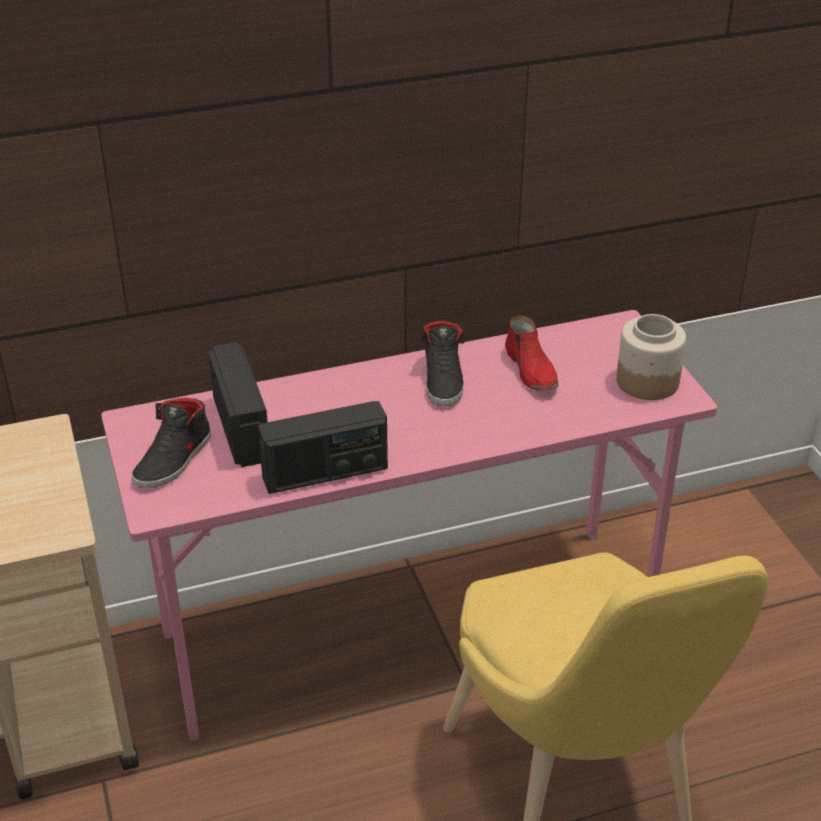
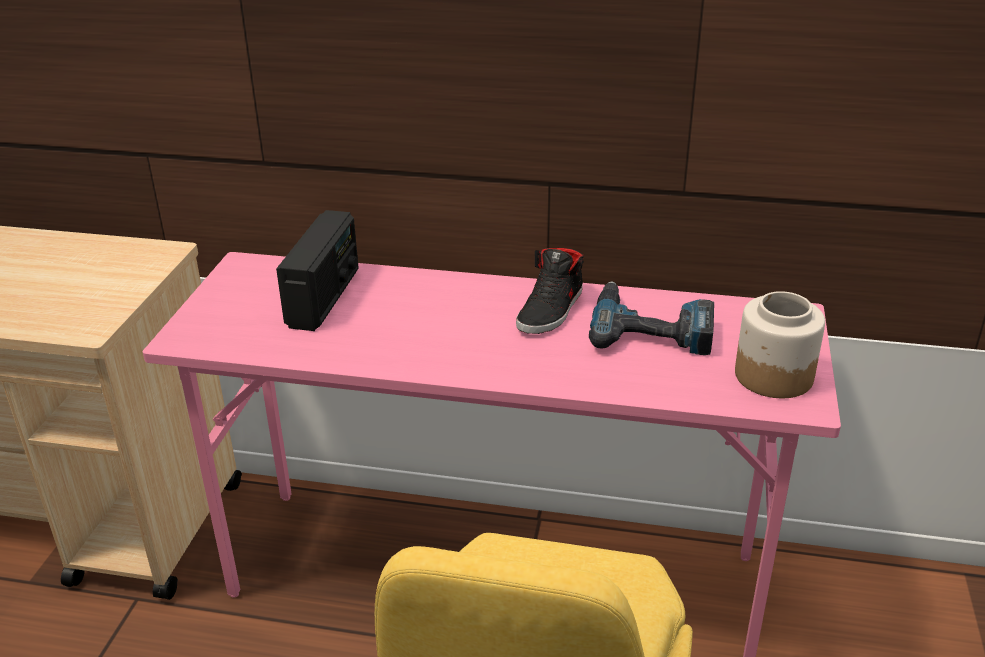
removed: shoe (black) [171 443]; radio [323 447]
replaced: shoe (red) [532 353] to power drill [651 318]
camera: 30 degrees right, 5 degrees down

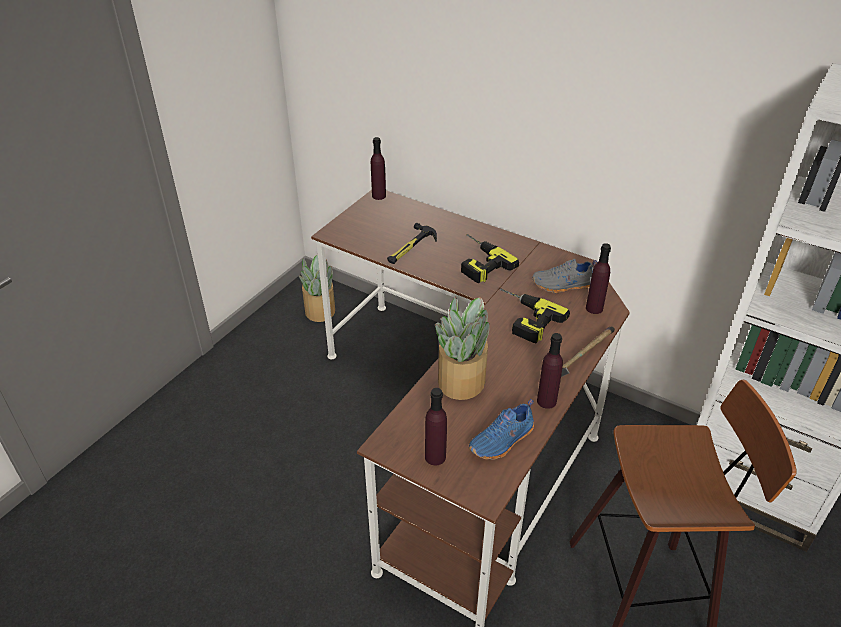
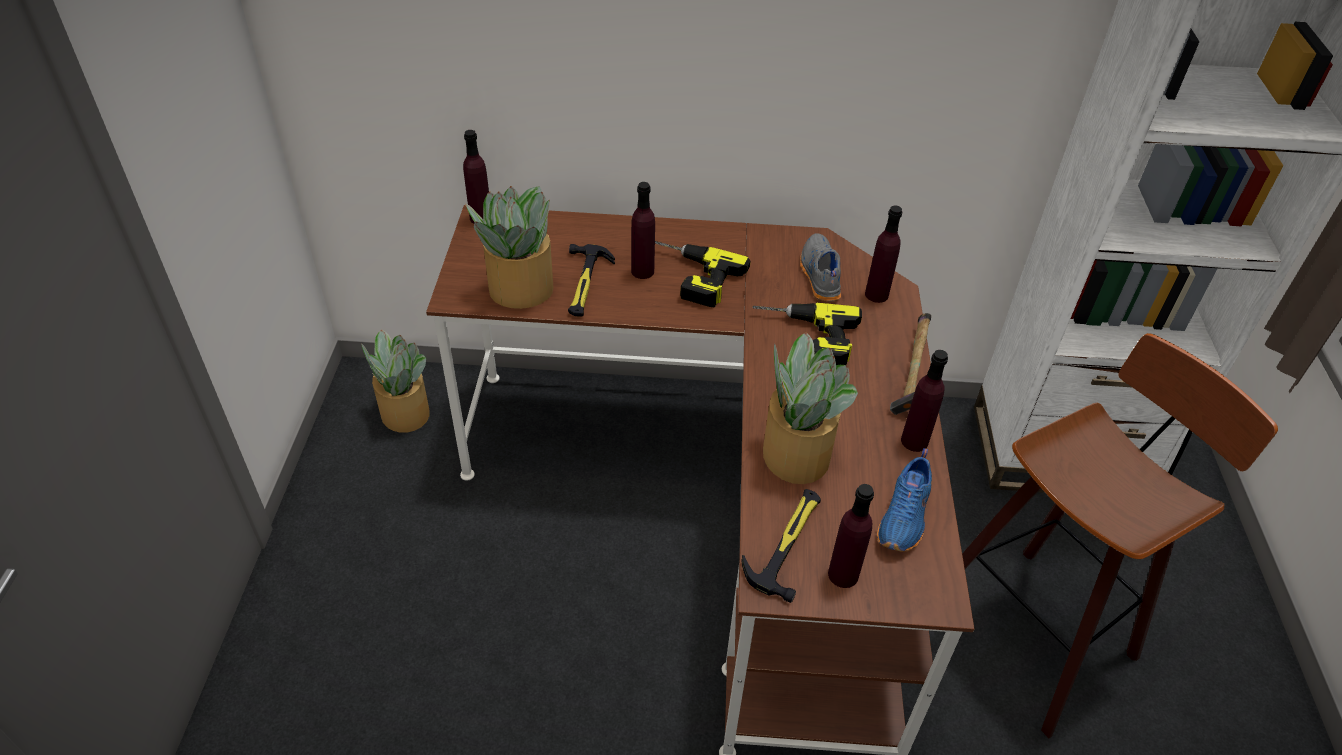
added: potted plant [509 247]; bottle (purple) [643 230]; hammer [781 546]
turned: shoe (grey) [564 276] = [820 267] 120 degrees clockwise
camera: 30 degrees left, 5 degrees up

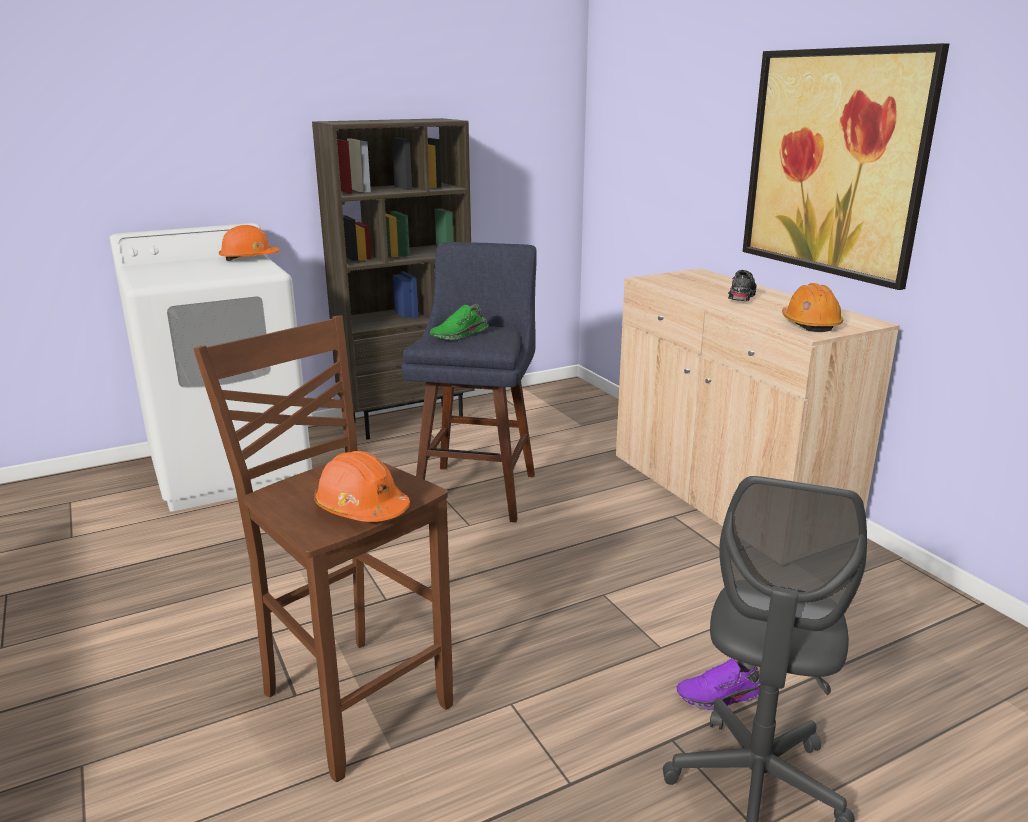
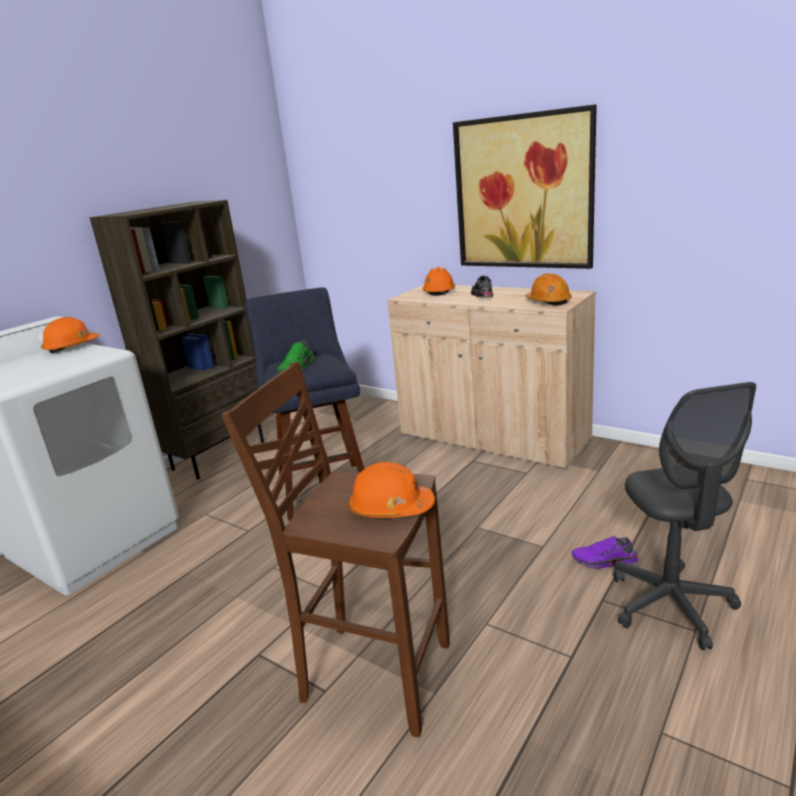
added: hard hat (orange) [439 281]
turned: shoe (purple) [718 684] = [605 552] 45 degrees clockwise
camera: 25 degrees left, 0 degrees up

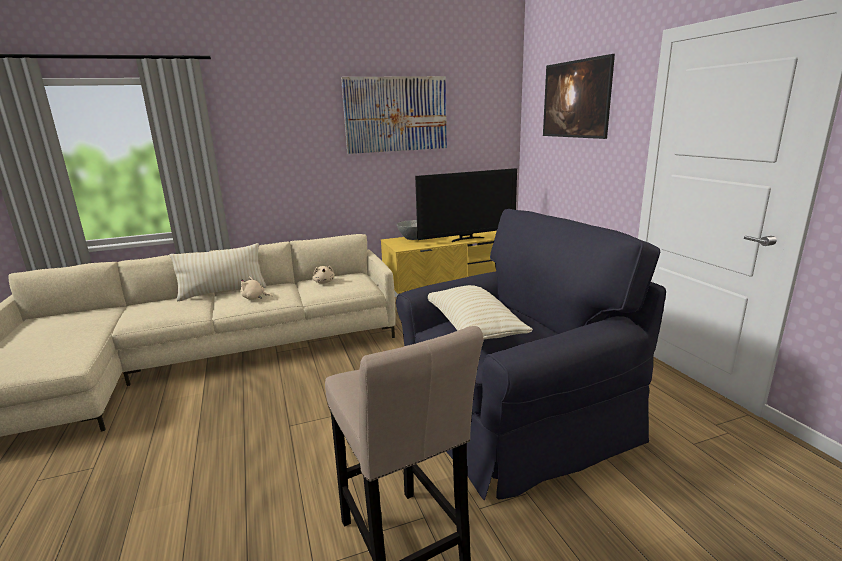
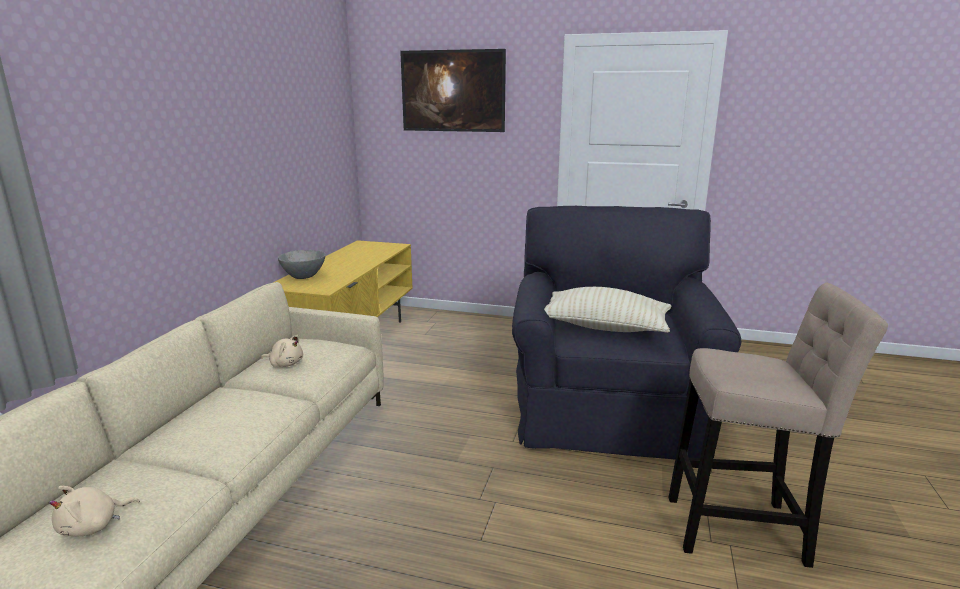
removed: pillow (beige) [218 272]; picture [394 115]; television [466 205]
moved: plush toy (beige) [256 288] to [94 511]
camera: 55 degrees left, 0 degrees up

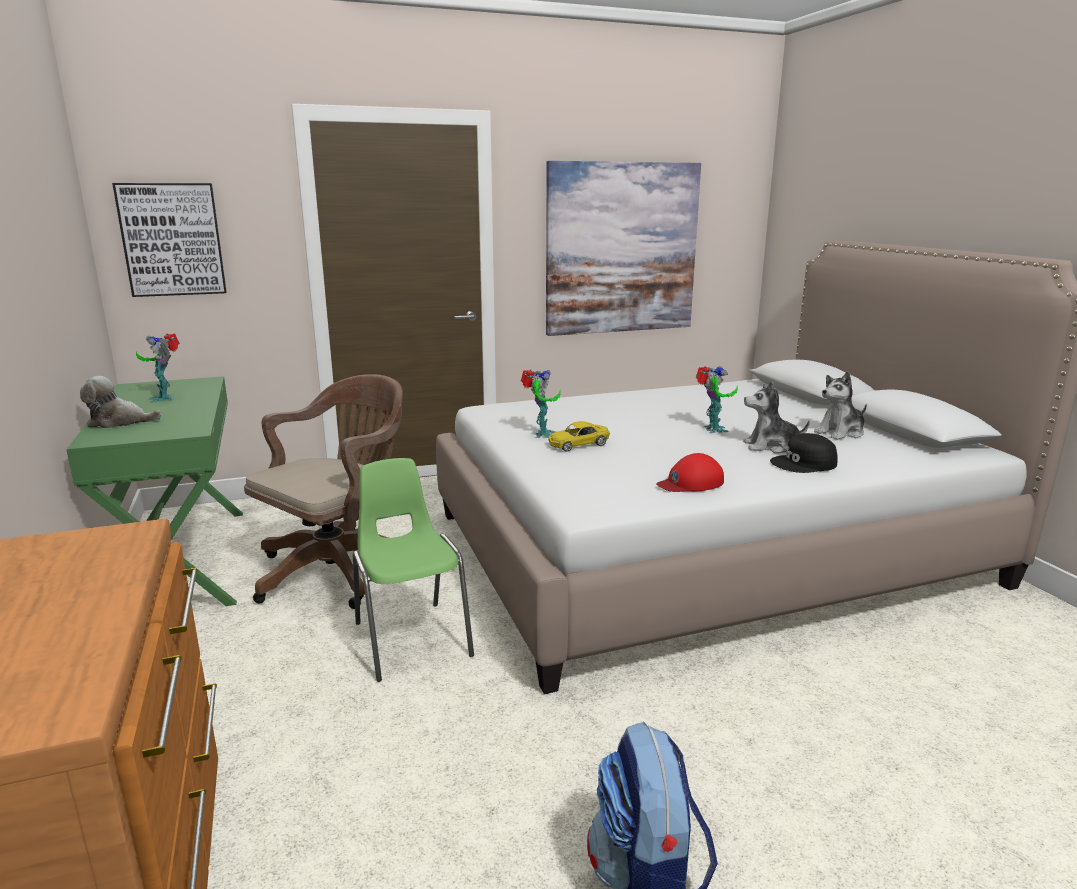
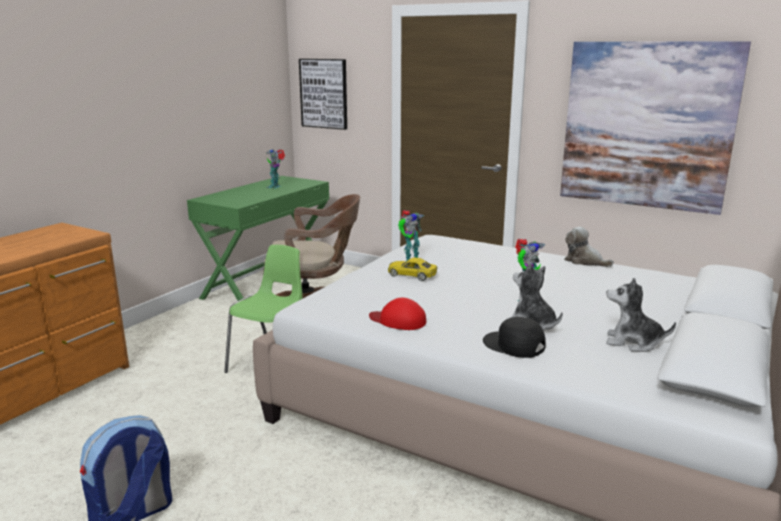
moved: plush toy [121 402] to [589 247]
camera: 50 degrees right, 0 degrees up

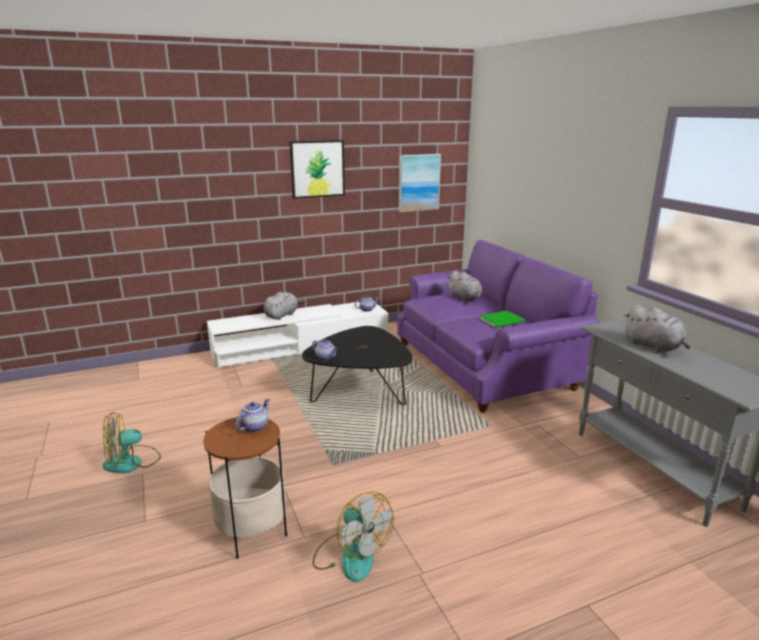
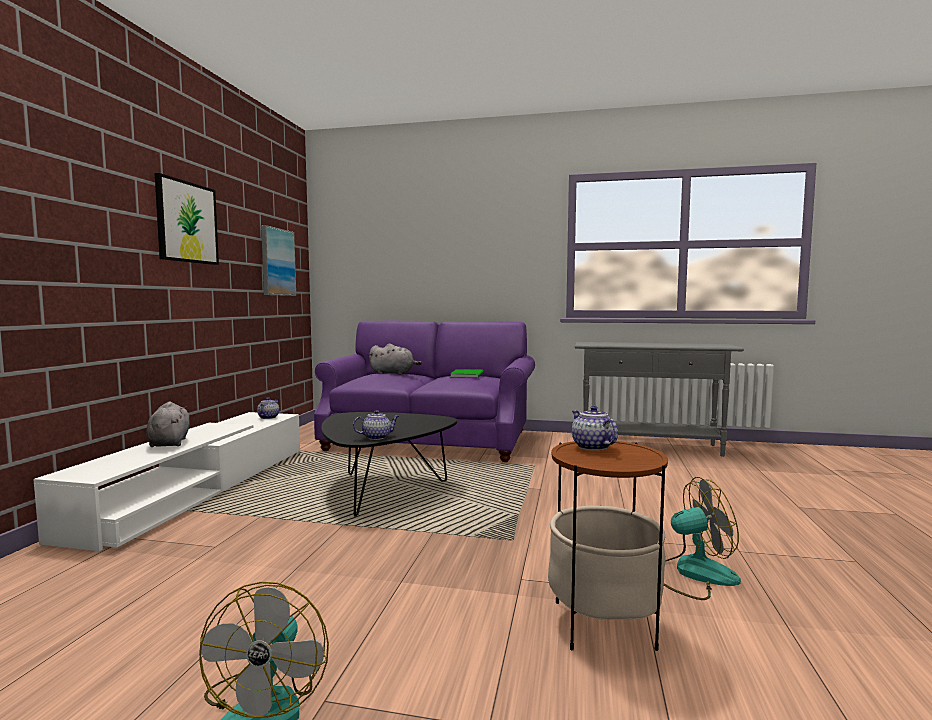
removed: plush toy (grey) [657 328]
camera: 55 degrees left, 15 degrees down

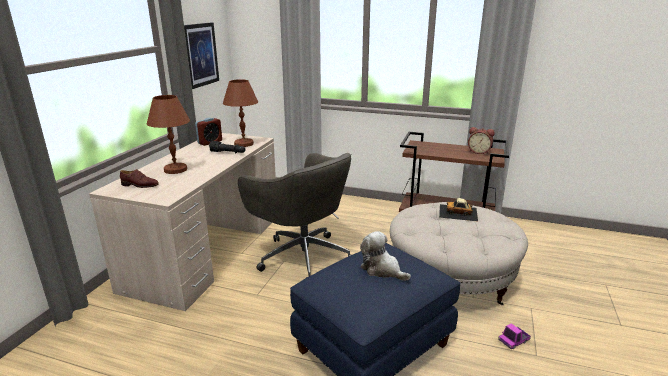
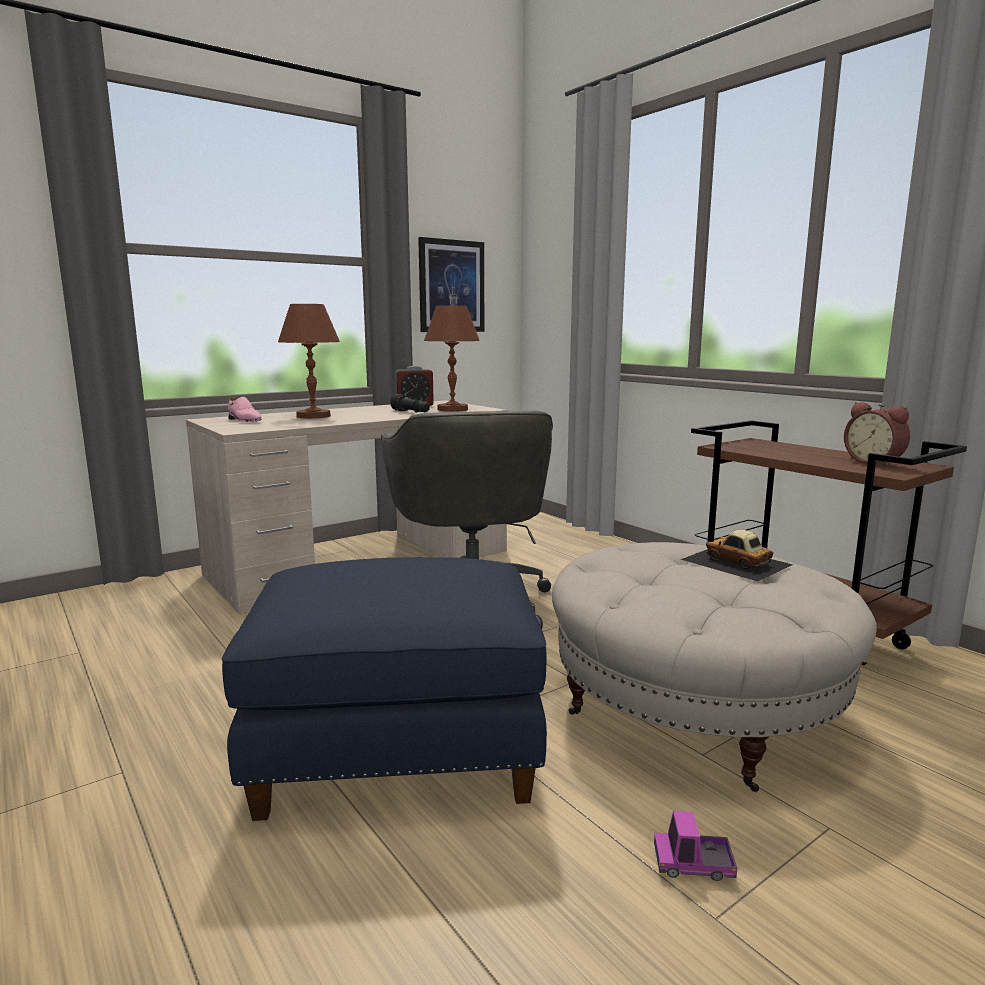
removed: plush toy [385 256]
recoloured: shoe (brown) [139 178] to shoe (pink) [244 409]
camera: 35 degrees right, 10 degrees down

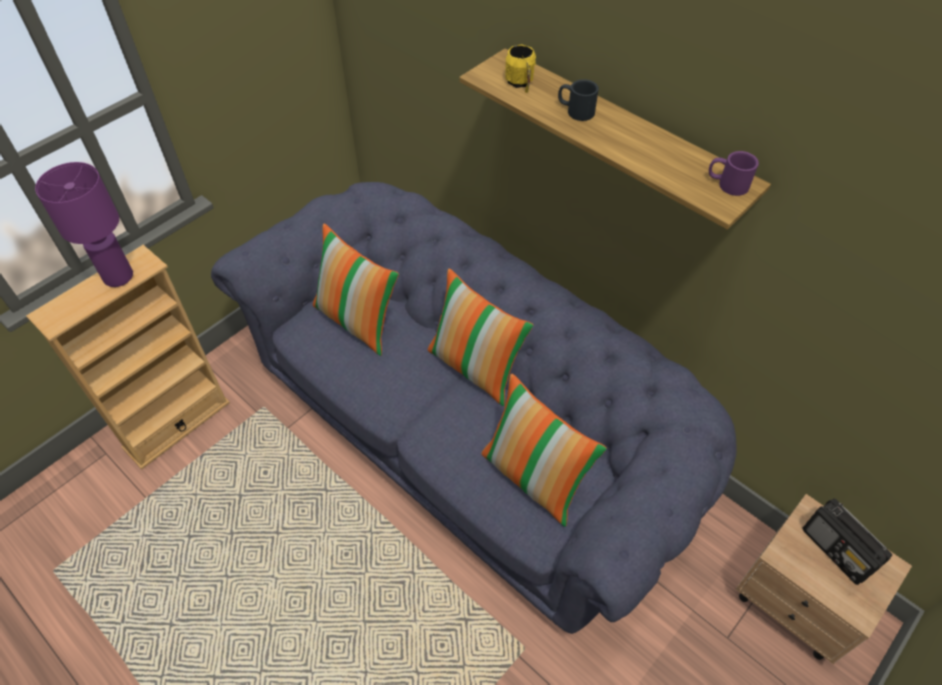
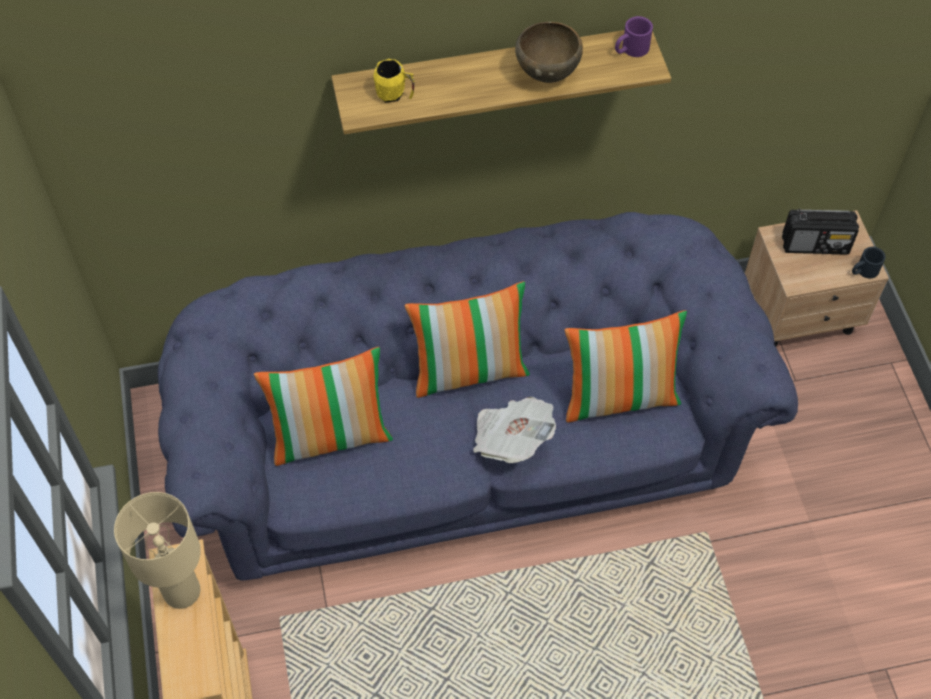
added: newspaper [514 430]; bowl (brown) [549 52]
moved: mug (black) [578 100] to [869 262]
recoloured: table lamp (purple) [84 224] to table lamp (beige) [157 550]
camera: 55 degrees left, 5 degrees up

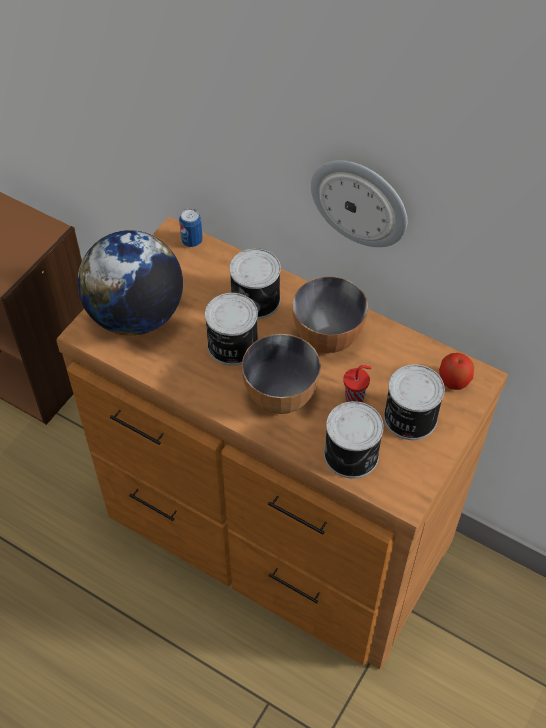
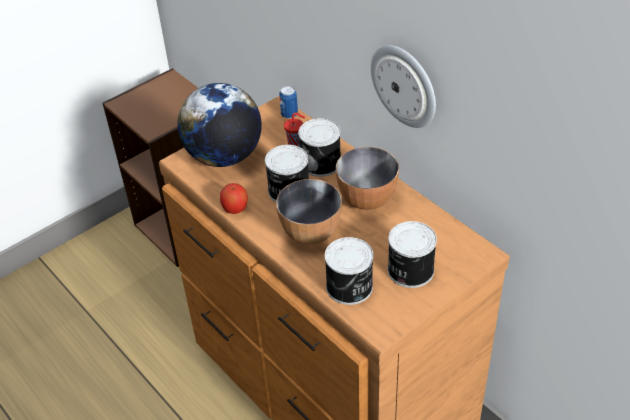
moved: cup (red) [357 383] to [294 130]; apple [456 371] to [234 198]
camera: 20 degrees right, 10 degrees down

